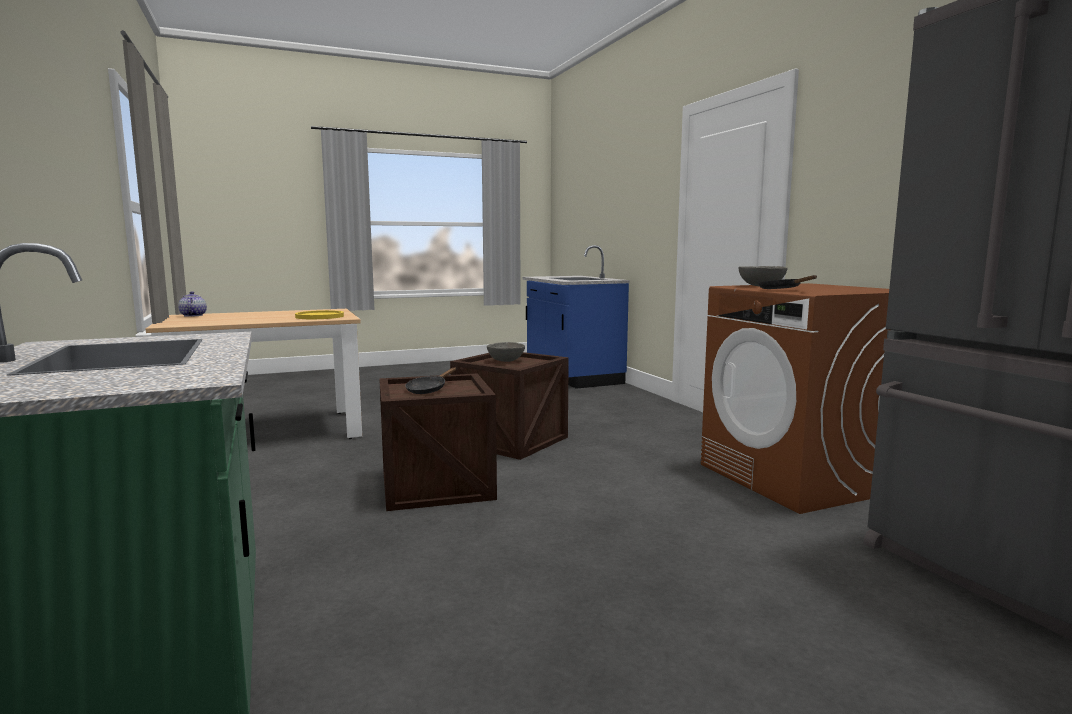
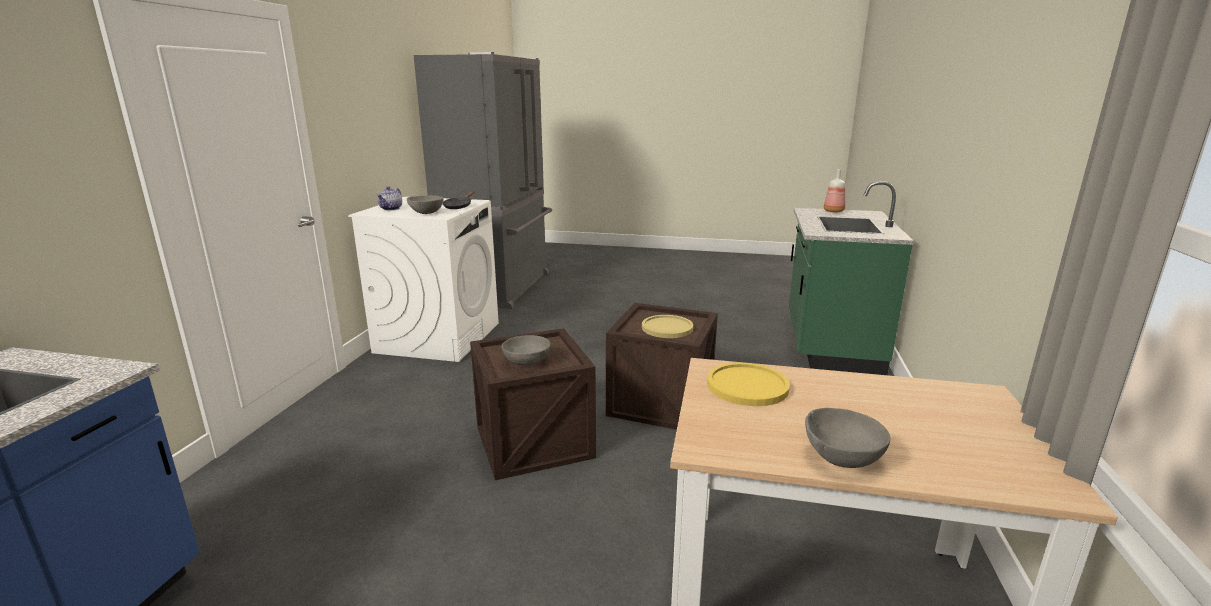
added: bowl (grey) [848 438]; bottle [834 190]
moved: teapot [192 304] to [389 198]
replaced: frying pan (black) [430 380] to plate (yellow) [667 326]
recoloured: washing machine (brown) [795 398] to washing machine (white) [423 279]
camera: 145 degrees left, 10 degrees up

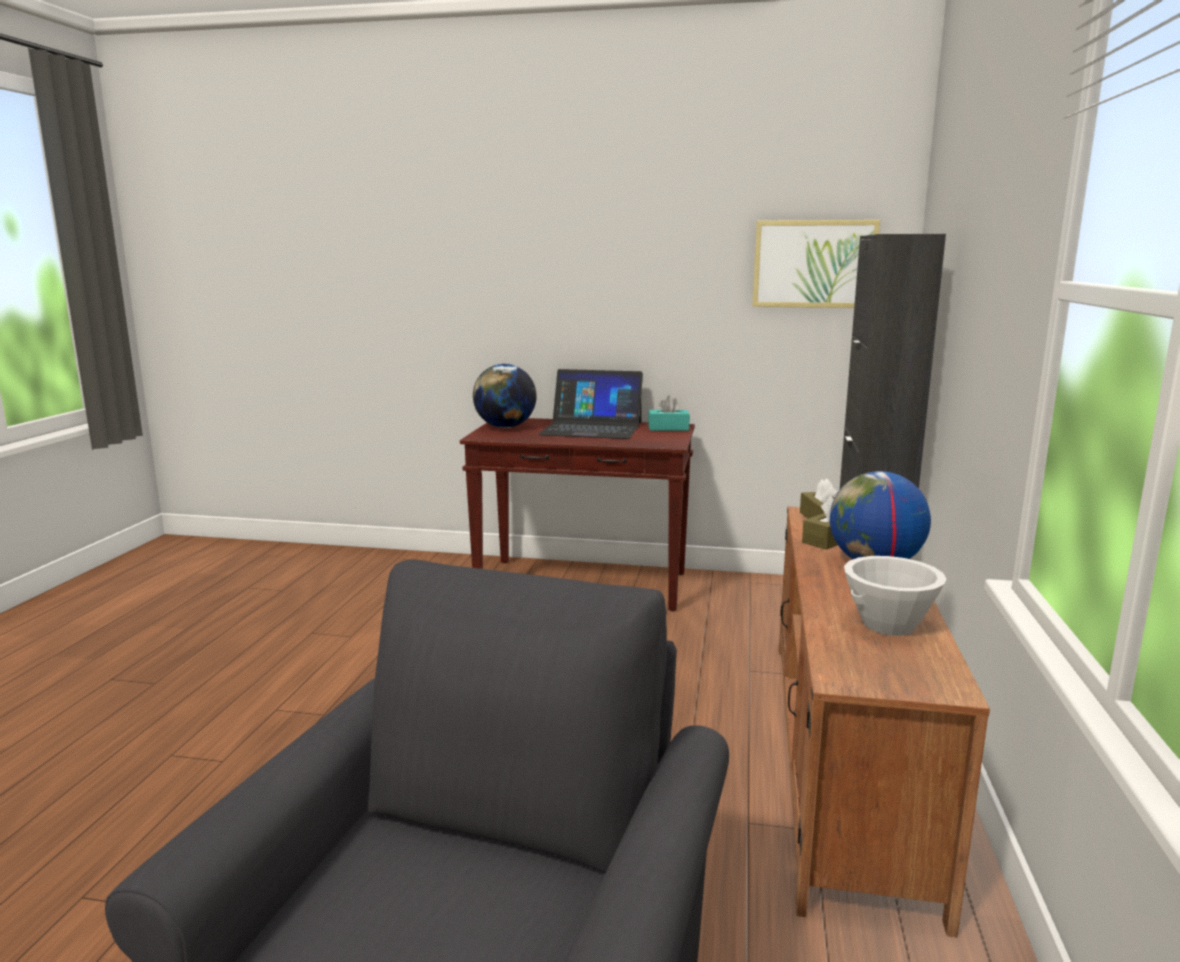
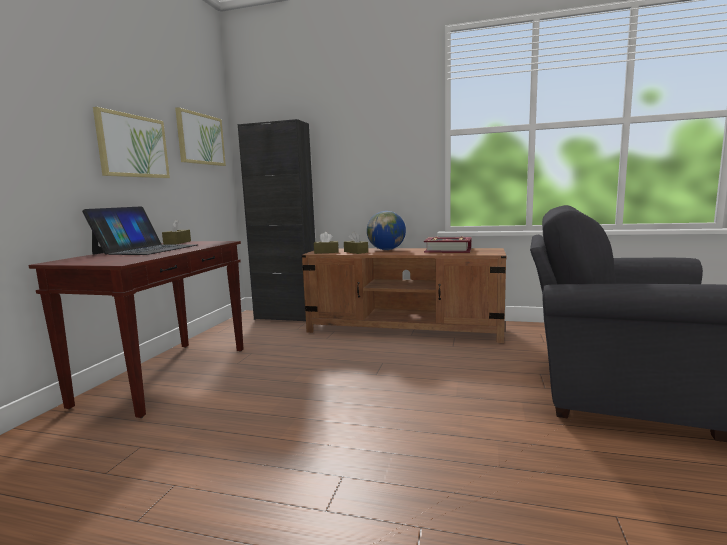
removed: globe [505 396]
added: picture [131 142]
replaced: bowl (white) [895 596] to book [447 244]
recoloured: tissue box (turquoise) [669 413] to tissue box (brown) [176 232]
camera: 85 degrees left, 5 degrees down

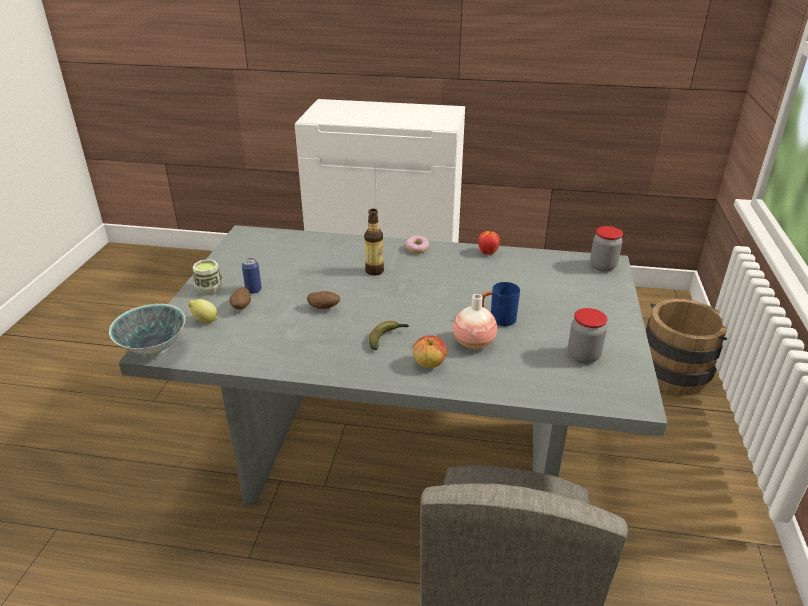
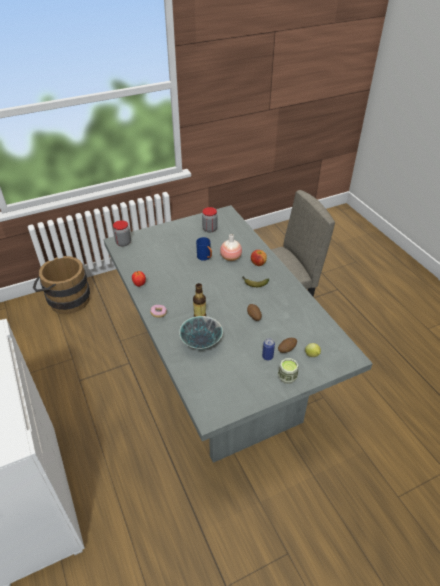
moved: bowl [147 330] to [201 333]
camera: 125 degrees left, 10 degrees up

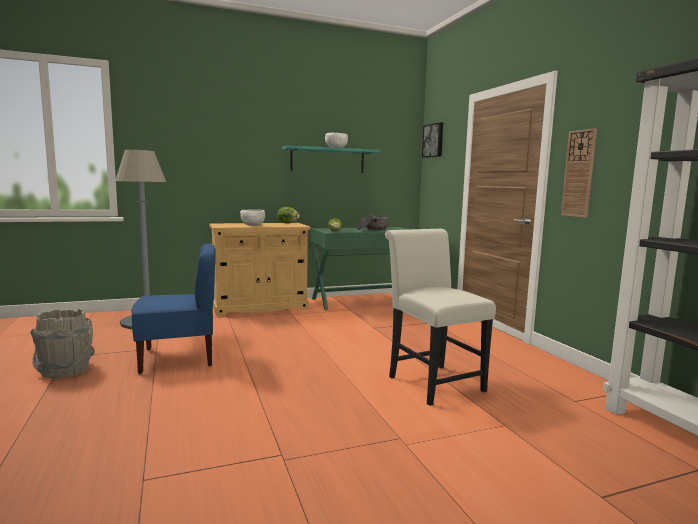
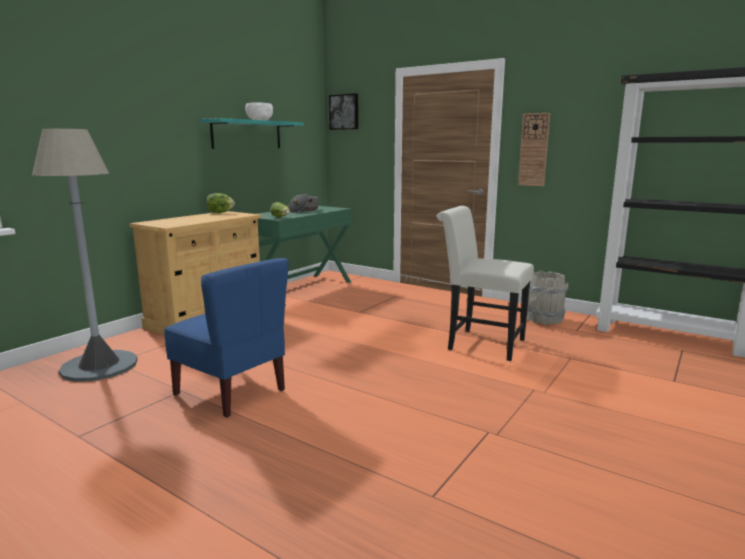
removed: bowl (white) [252 217]
moved: bucket (grey) [63 344] to [548 298]
turned: chair (blue) [173 309] = [226 338] 90 degrees clockwise
camera: 35 degrees left, 5 degrees up

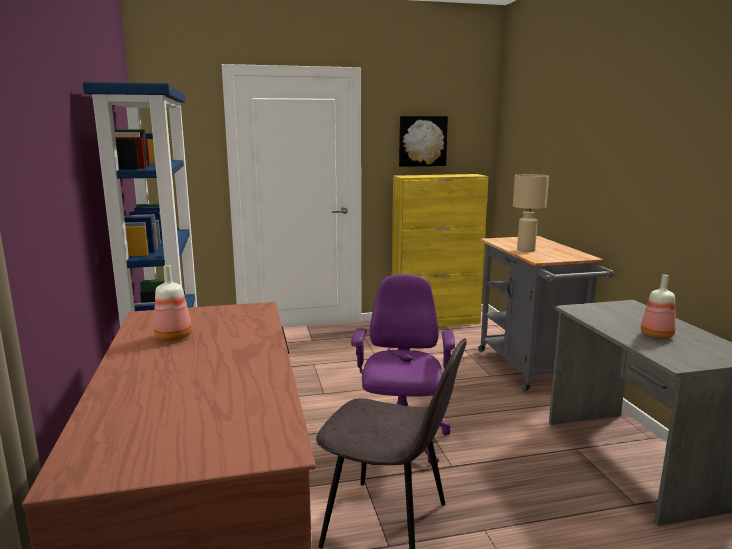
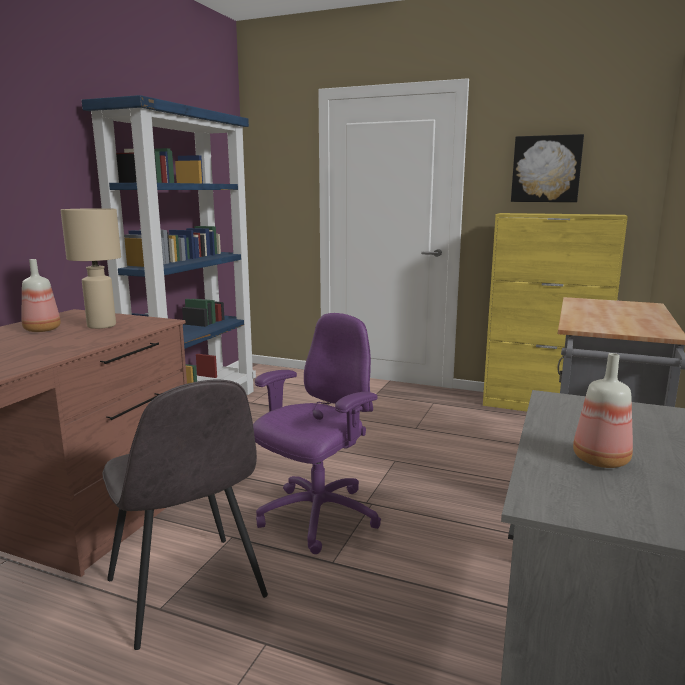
moved: table lamp (beige) [531 213] to [90 268]
camera: 35 degrees right, 0 degrees up

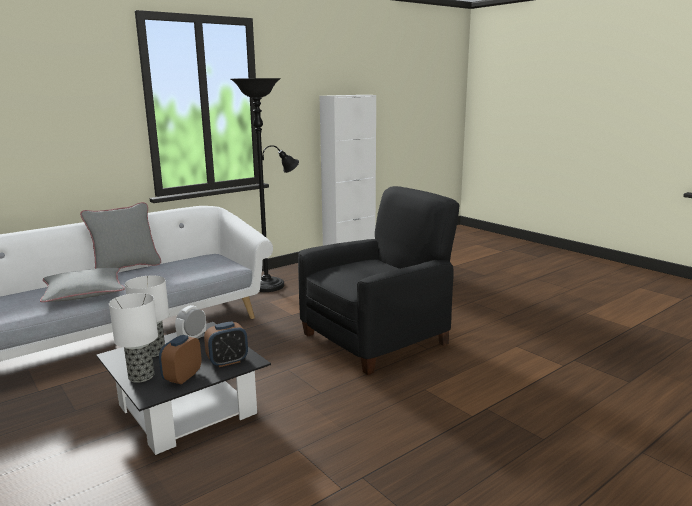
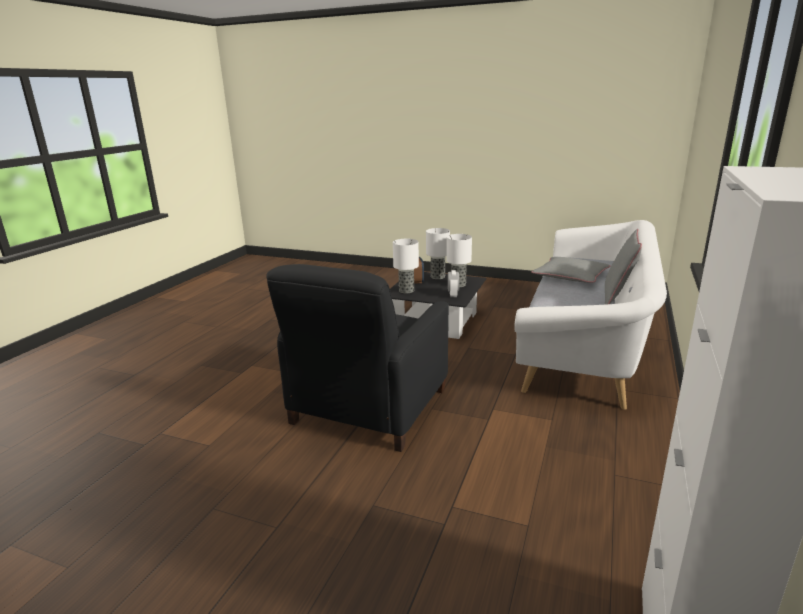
removed: floor lamp (black) [265 185]
replaced: alarm clock [226 344] to table lamp [406 266]
camera: 150 degrees right, 5 degrees up

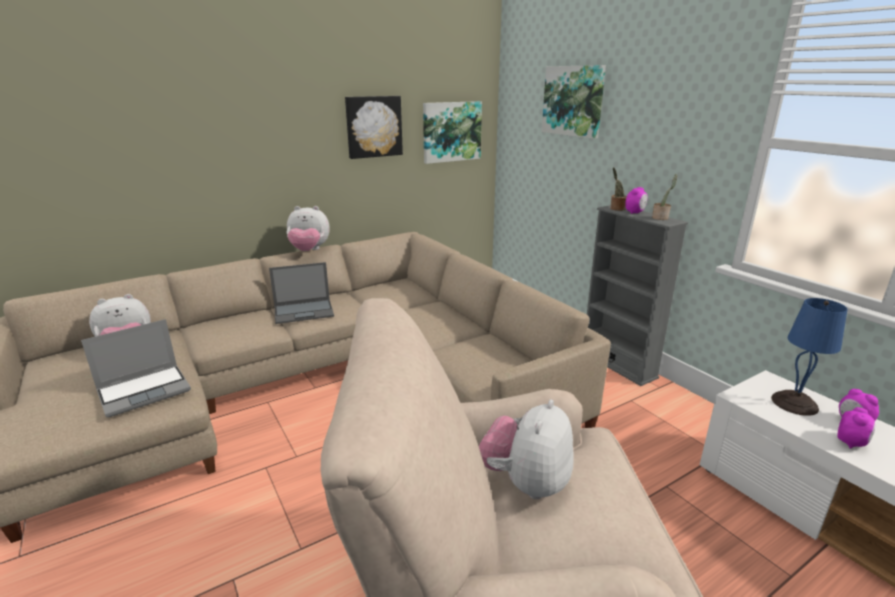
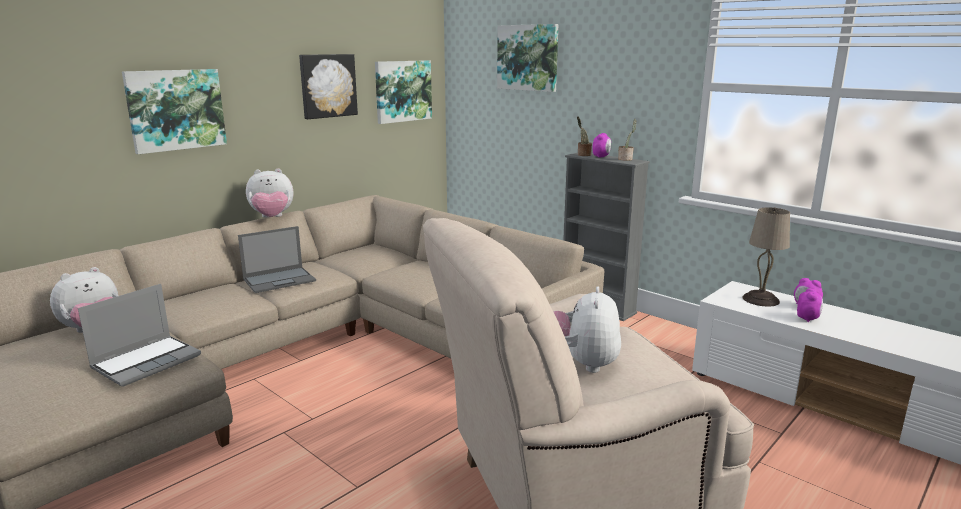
added: picture [174 111]
recoloured: table lamp (blue) [809 357] to table lamp (beige) [766 256]
camera: 15 degrees left, 5 degrees down

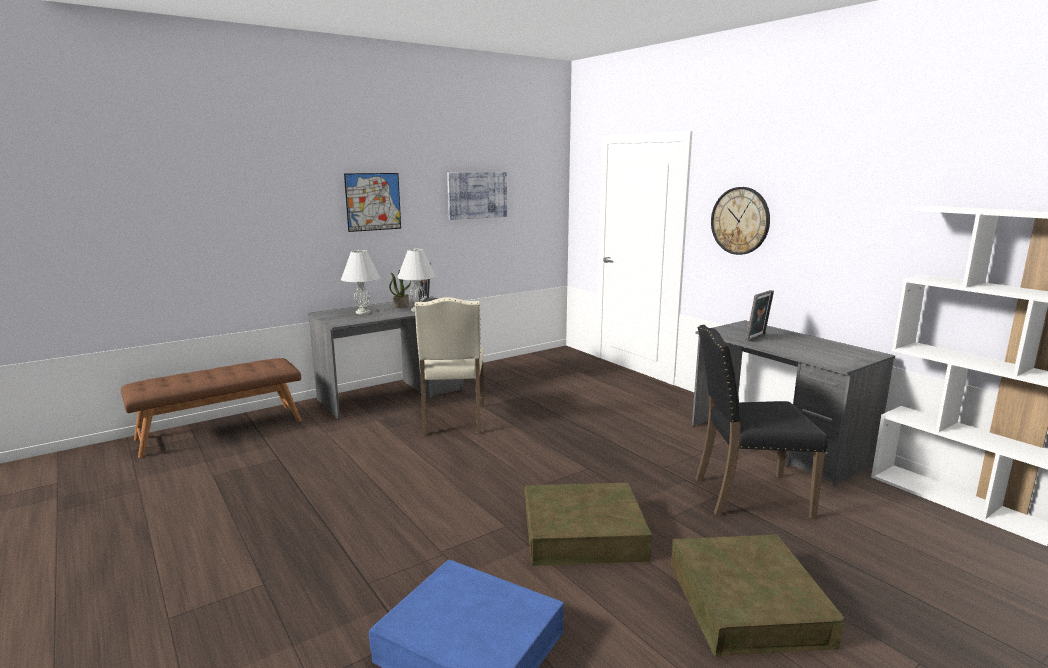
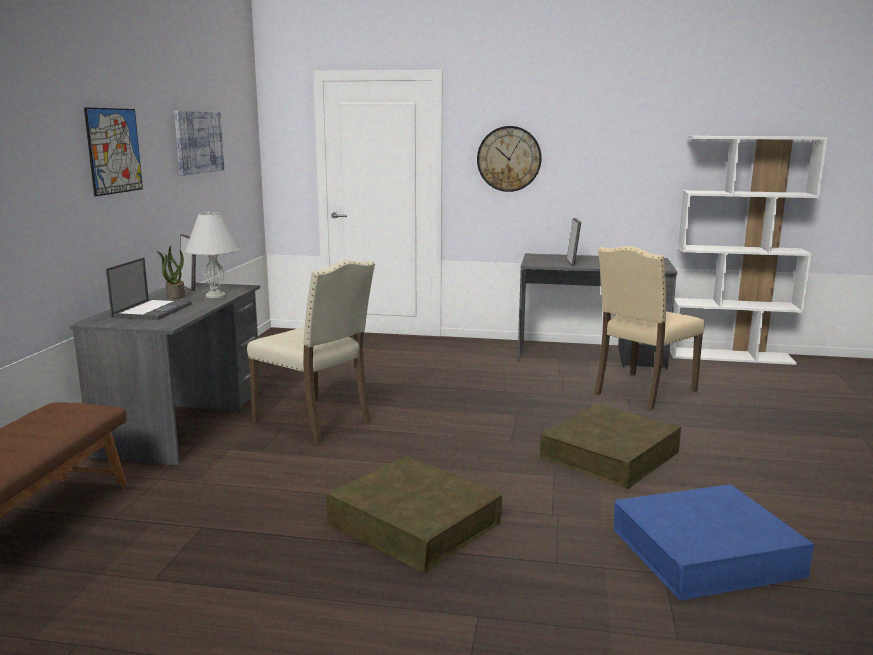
moved: storage box (brown) [757 595] to [414 514]
replaced: table lamp (white) [361 282] to laptop [149 288]
recoloured: chair (black) [762 422] to chair (beige) [649 328]
camera: 45 degrees left, 0 degrees up

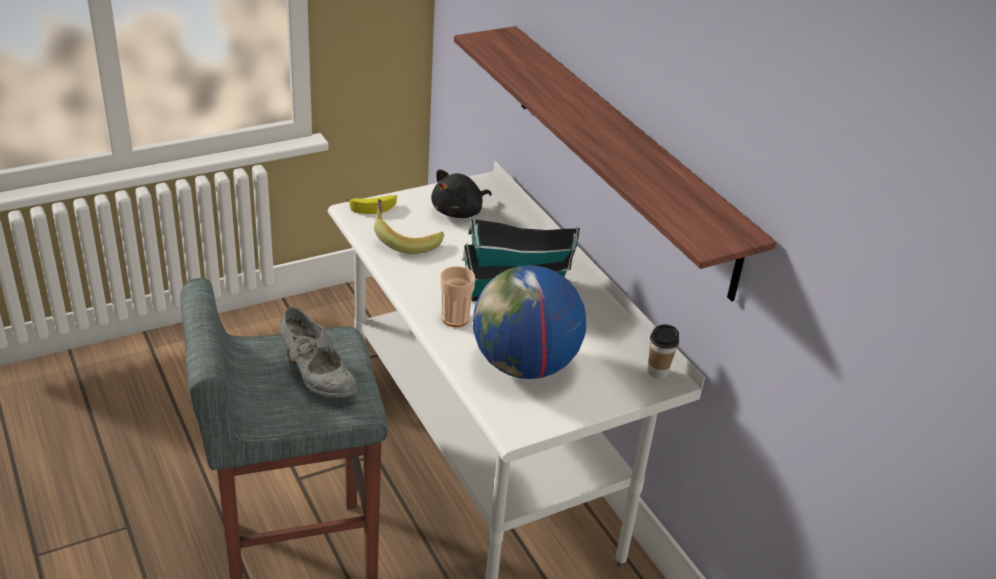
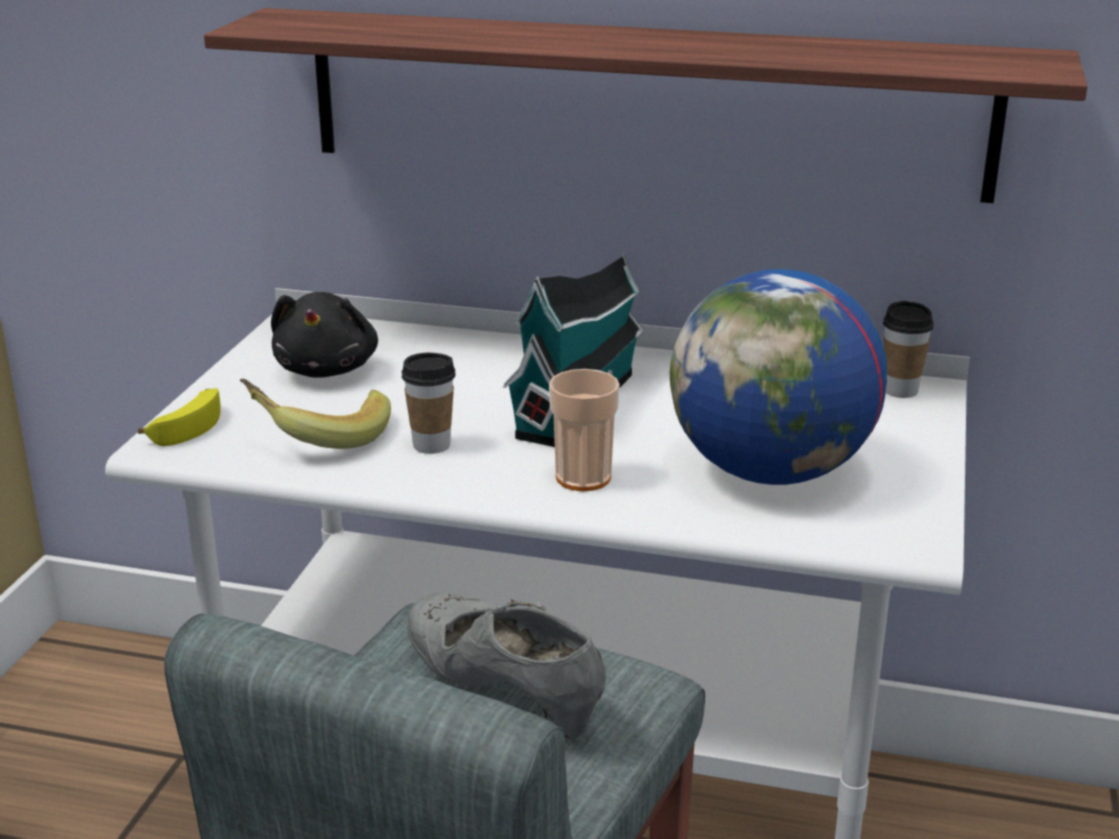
added: cup [429 403]
turned: shoe (grey) [318 352] = [506 666] 135 degrees counterclockwise
camera: 45 degrees left, 10 degrees down

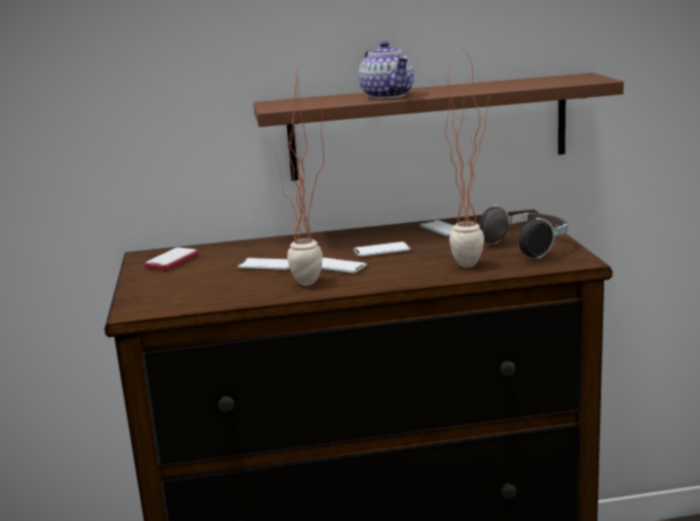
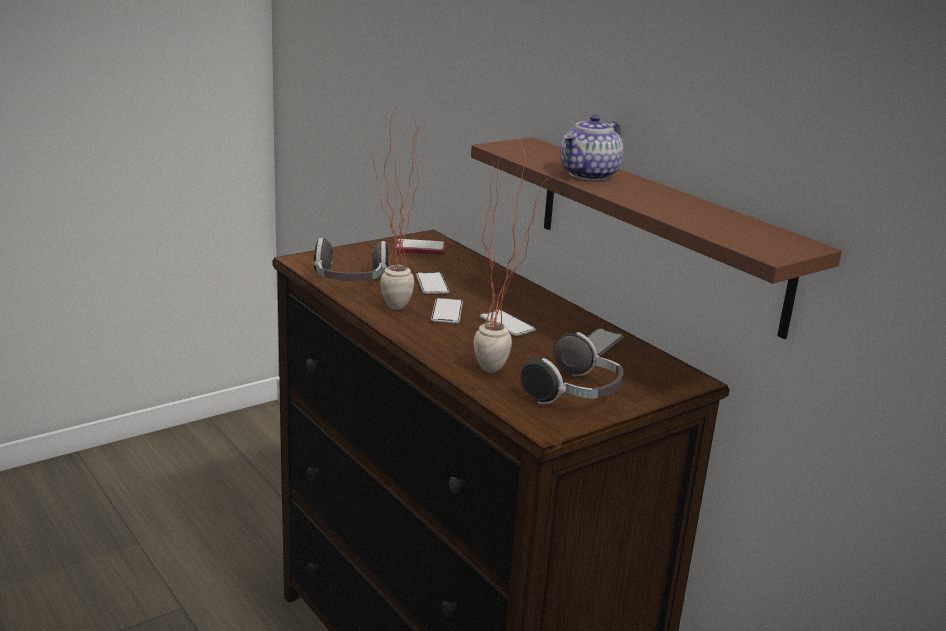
added: headphones [351 259]
camera: 60 degrees right, 5 degrees up

